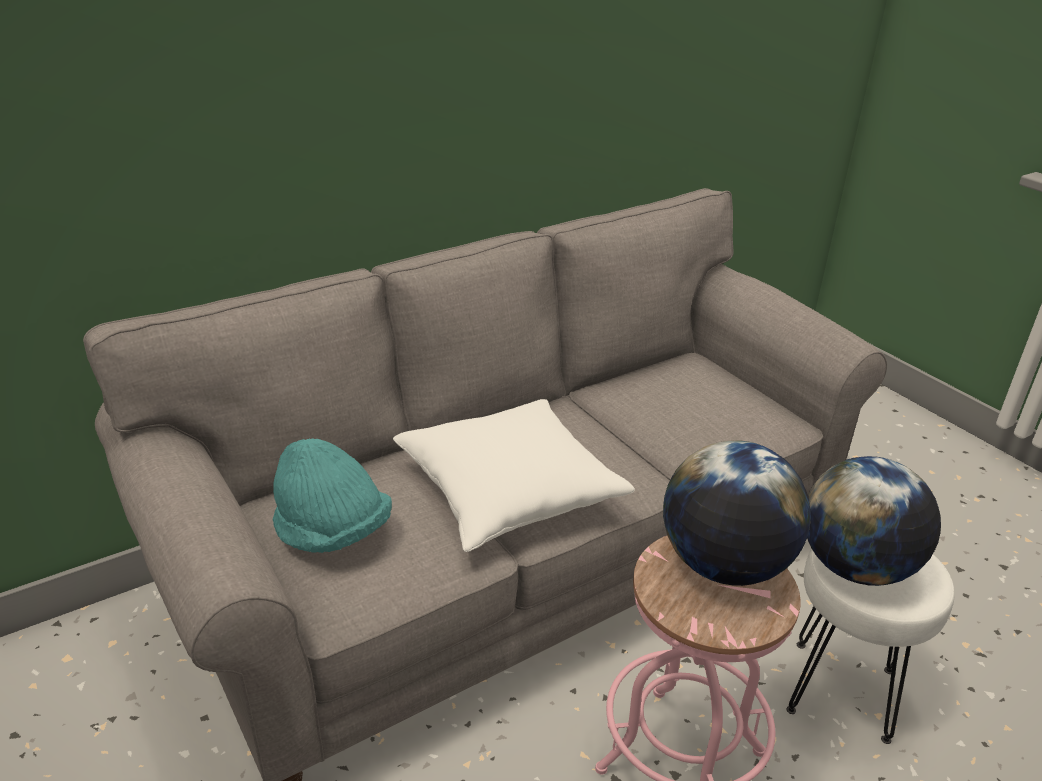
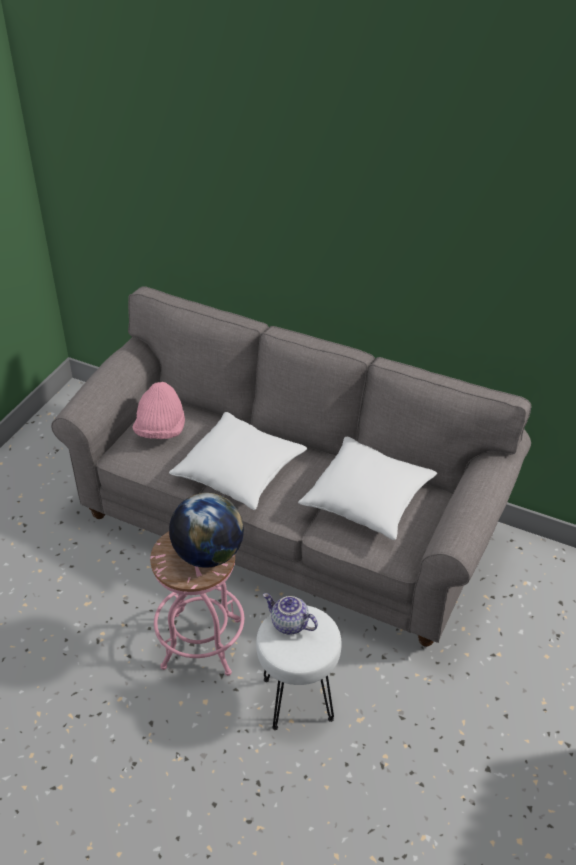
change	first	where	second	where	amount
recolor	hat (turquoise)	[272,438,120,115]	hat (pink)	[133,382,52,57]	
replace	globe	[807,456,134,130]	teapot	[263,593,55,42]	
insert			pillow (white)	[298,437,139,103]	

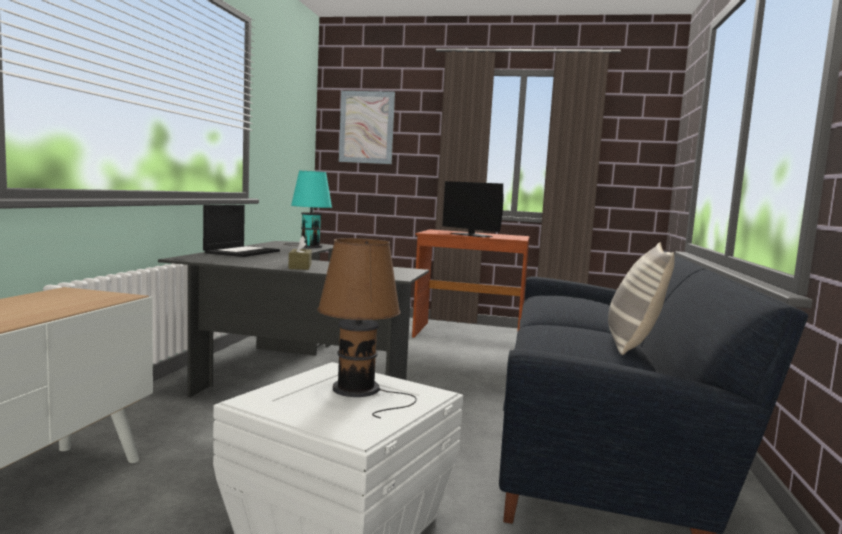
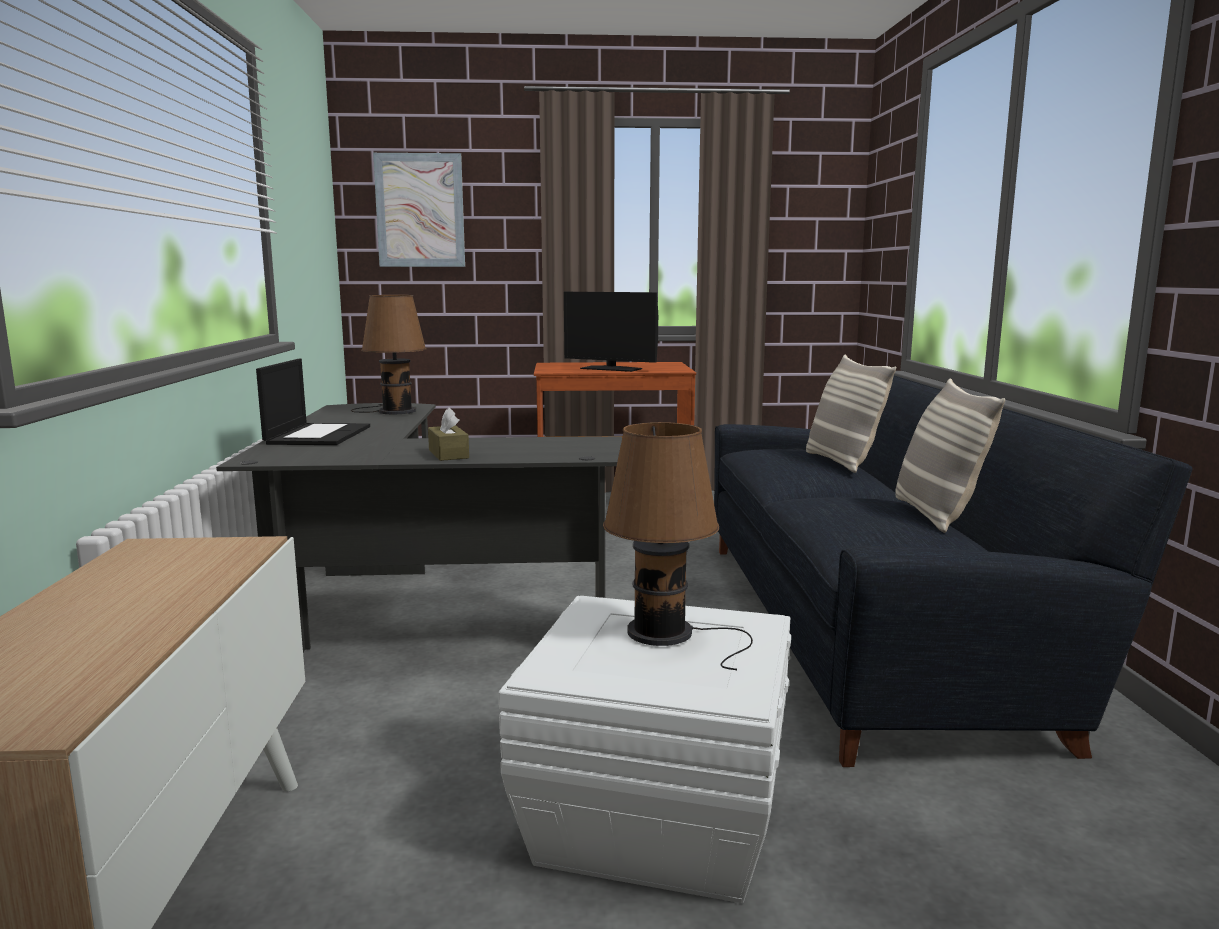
change	first	where	second	where	amount
recolor	table lamp (turquoise)	[284,171,48,77]	table lamp (brown)	[351,295,75,119]	
insert			pillow	[806,355,90,118]	

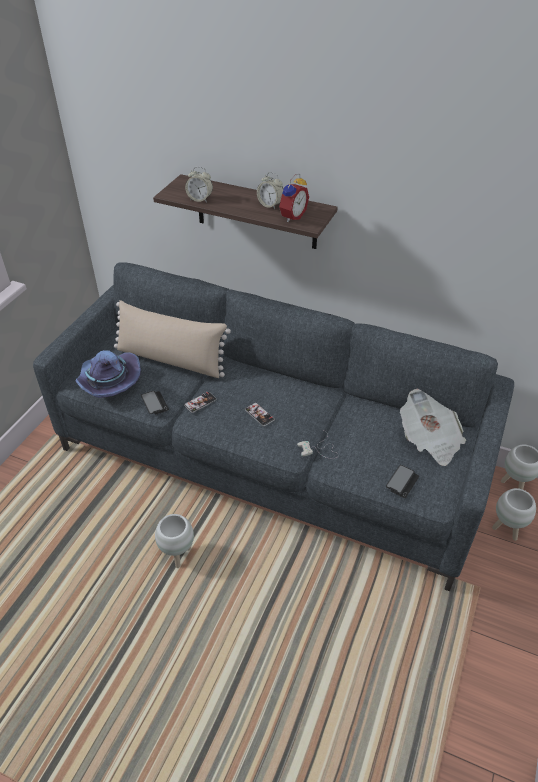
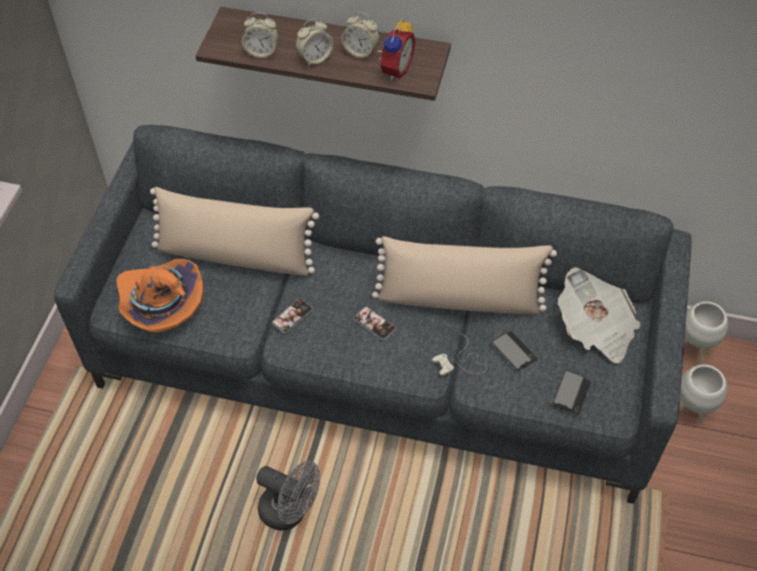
change	first	where	second	where	amount
recolor	hat (purple)	[75,350,66,48]	hat (orange)	[116,259,88,74]	
move	phone	[141,391,28,23]		[492,332,45,38]	
replace	planter (white)	[155,514,39,54]	fan (grey)	[256,461,64,70]	
insert			alarm clock	[295,18,39,49]	
insert			pillow (beige)	[372,236,185,78]	

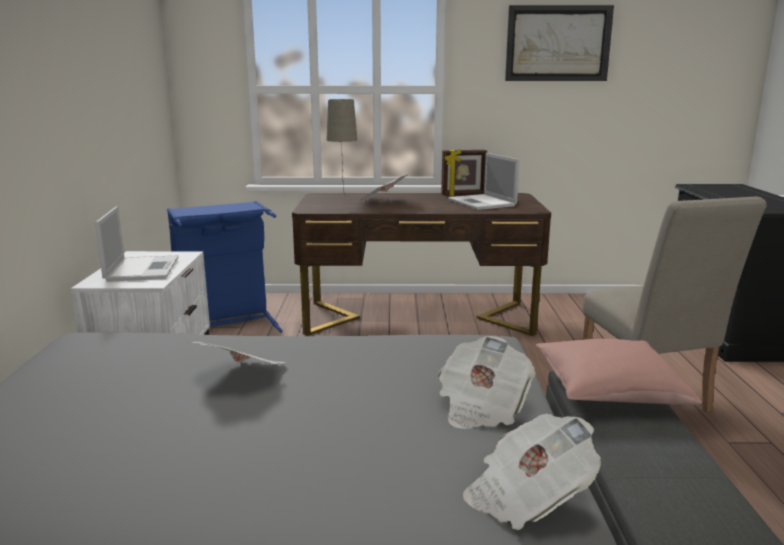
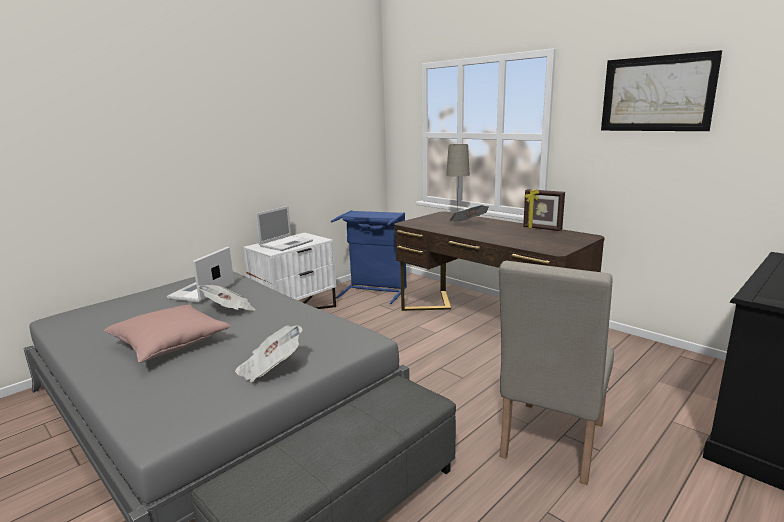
change	first	where	second	where	amount
move	laptop	[448,153,72,57]		[167,247,67,55]	
move	pillow (pink)	[536,339,166,66]		[104,305,126,58]	
delete	newspaper	[463,414,138,116]			

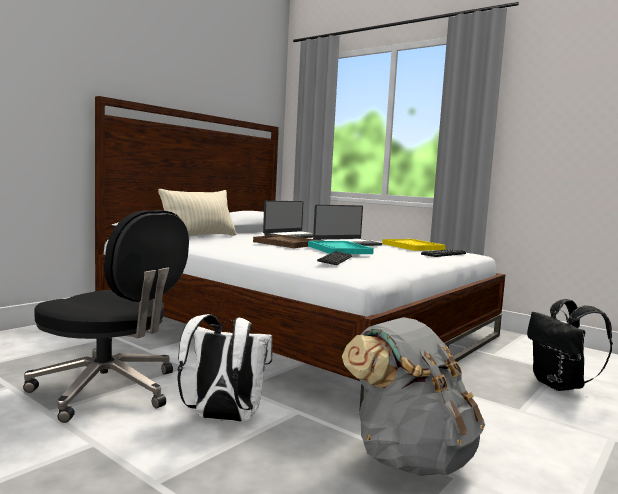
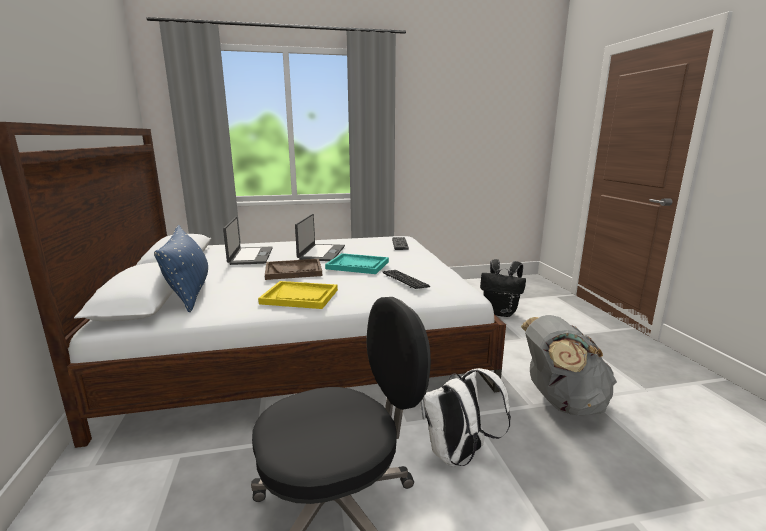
change	first	where	second	where	amount
recolor	pillow (beige)	[158,189,79,47]	pillow (blue)	[154,225,54,87]	
move	tray (yellow)	[382,239,64,12]		[258,281,80,28]	

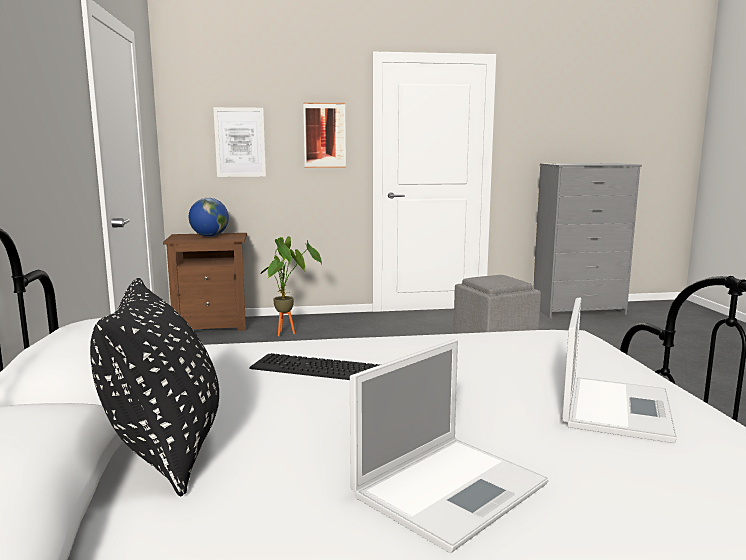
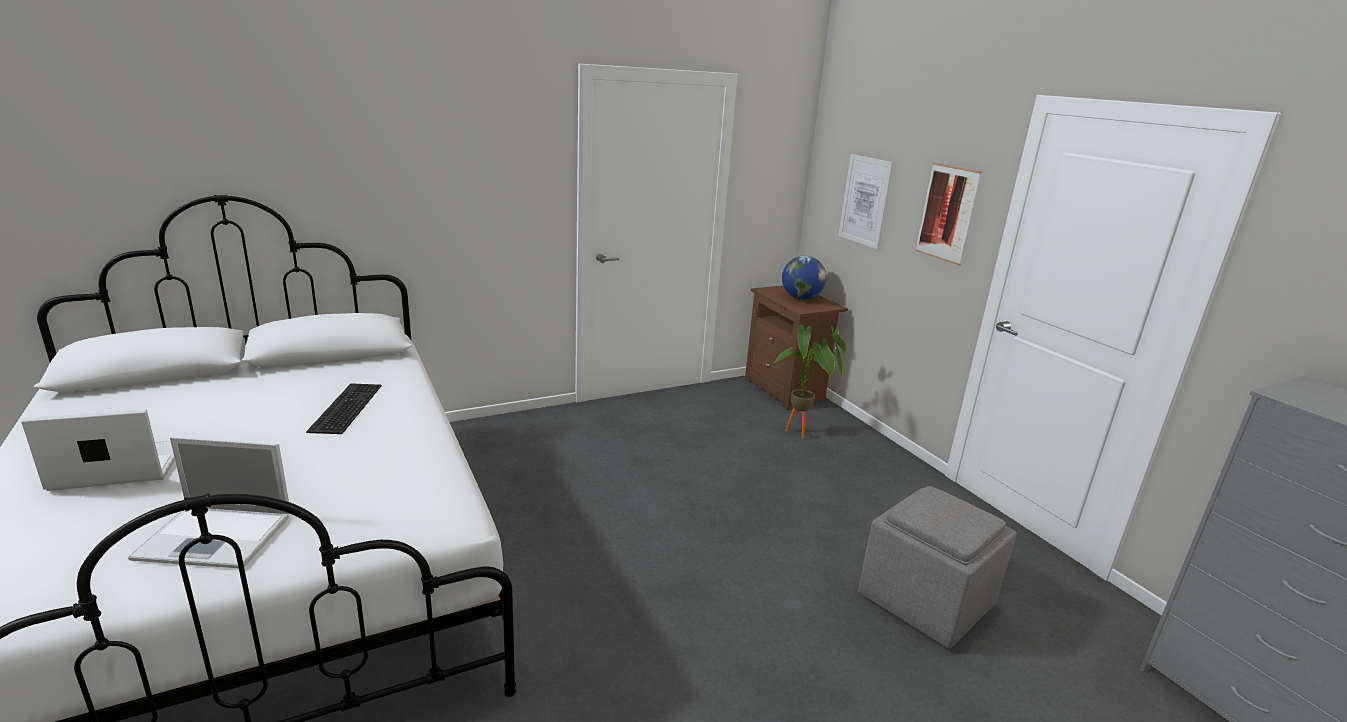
change	first	where	second	where	amount
delete	pillow (black)	[90,278,129,218]			
rotate	laptop	[350,339,199,214]		[21,409,154,82]	135 degrees clockwise

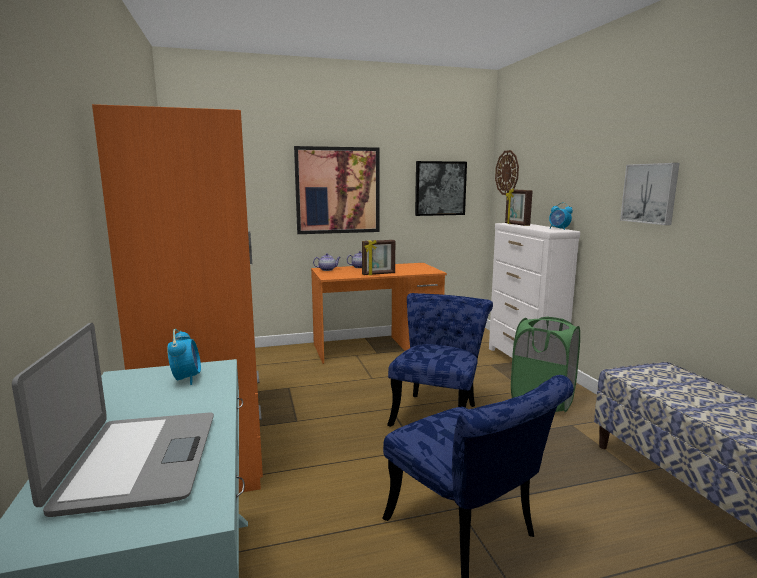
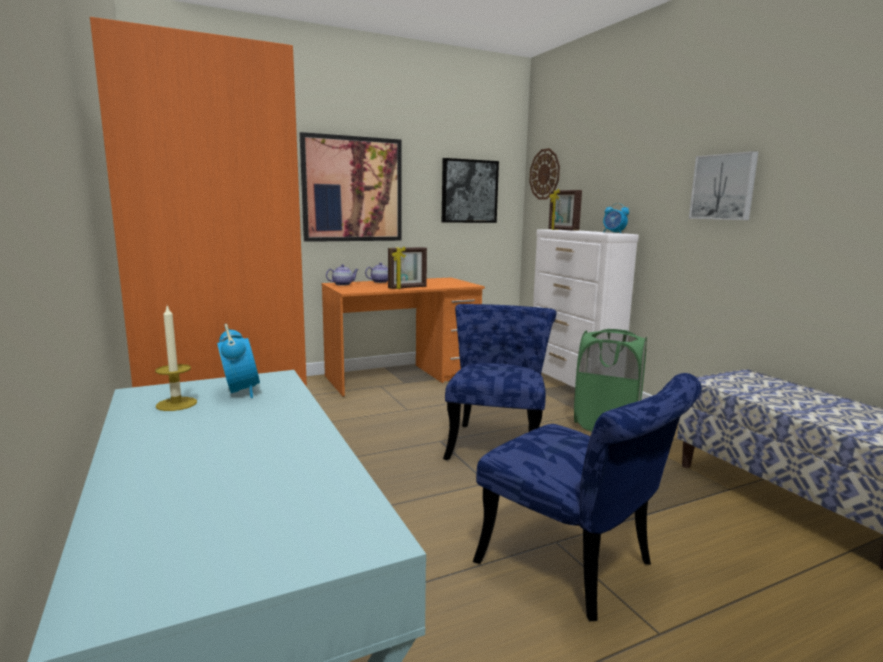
change	first	where	second	where	amount
delete	laptop	[12,323,202,194]			
insert			candle	[155,306,42,105]	

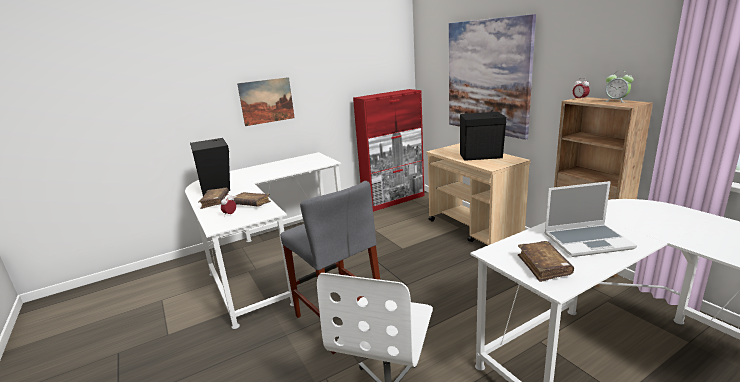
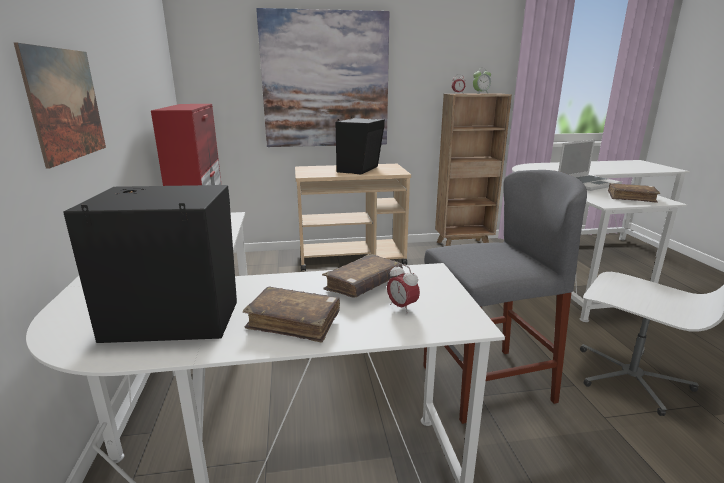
change	first	where	second	where	amount
rotate	laptop	[544,181,93,76]		[558,140,64,51]	45 degrees clockwise

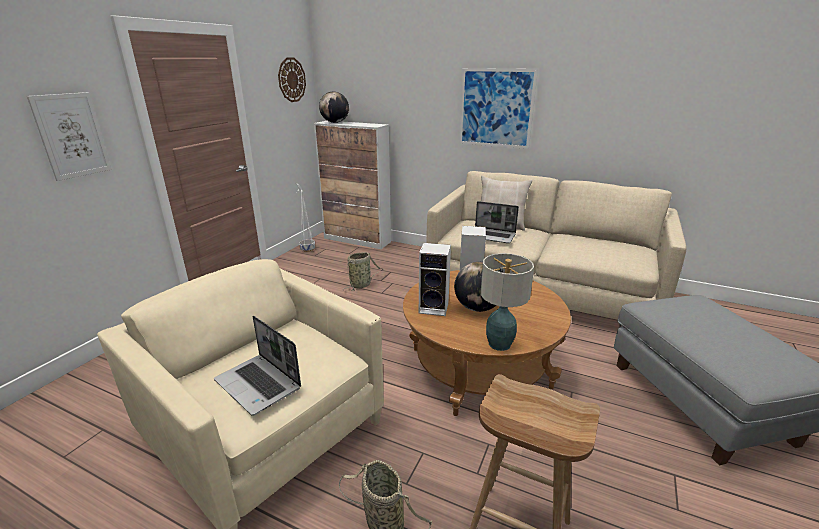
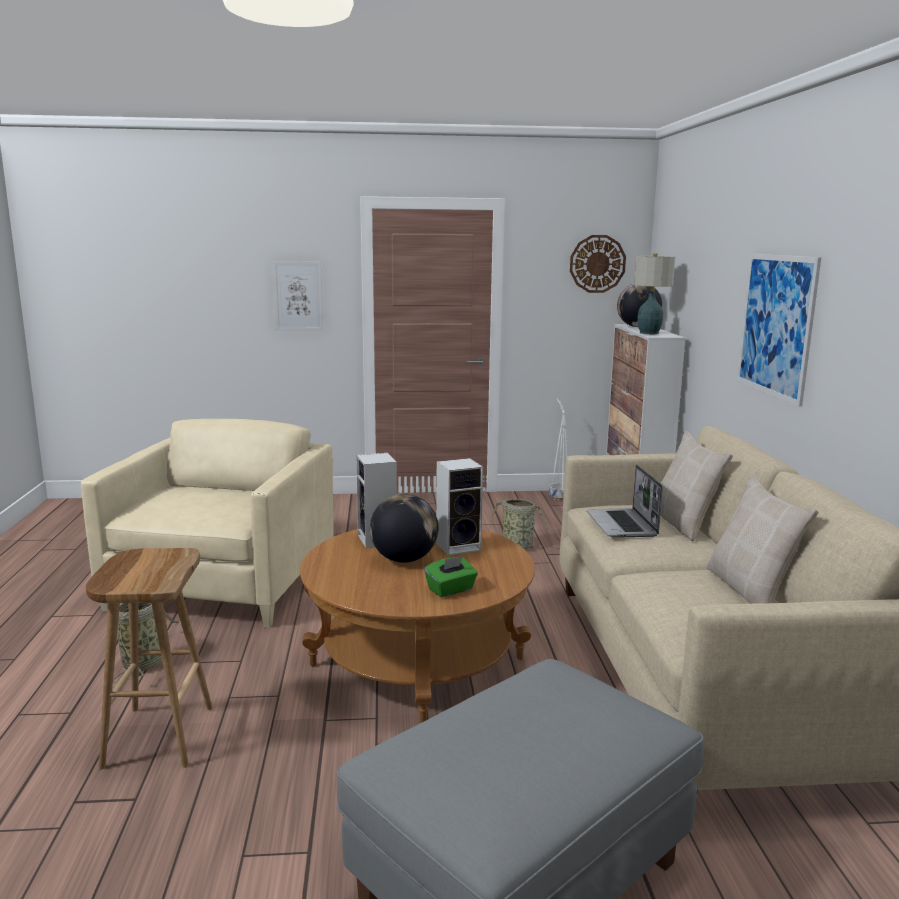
change	first	where	second	where	amount
move	table lamp	[481,253,53,98]		[633,253,42,81]	
delete	laptop	[214,315,87,101]			
insert			pillow (beige)	[706,475,113,129]	
insert			tissue box (green)	[424,556,54,41]	

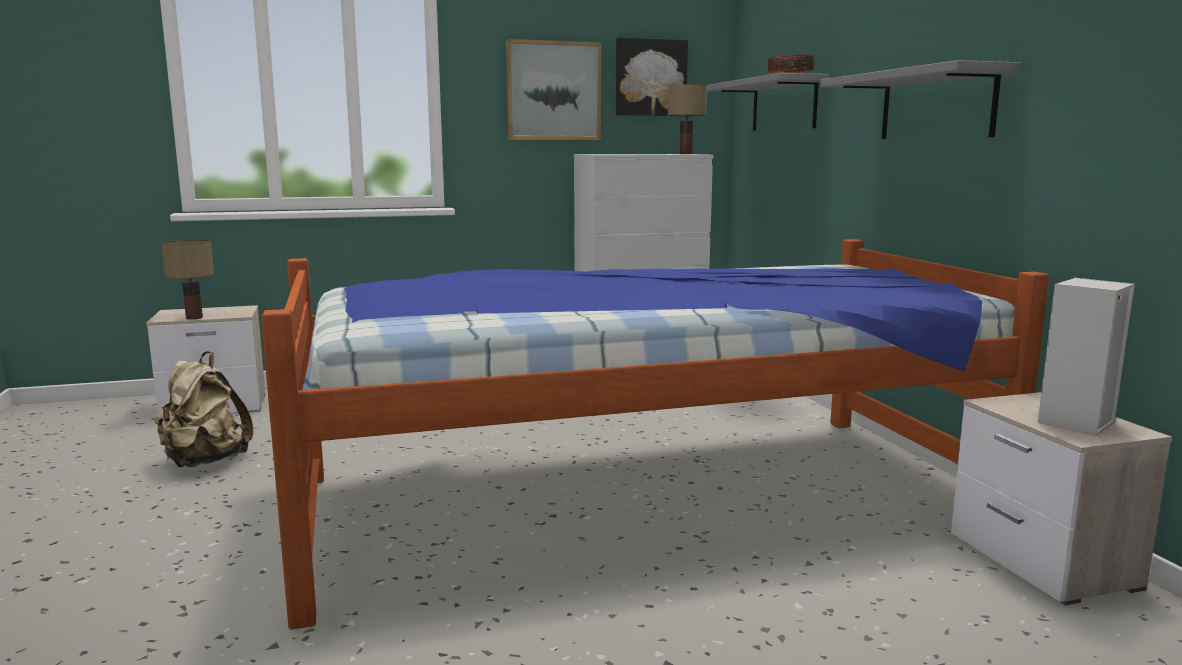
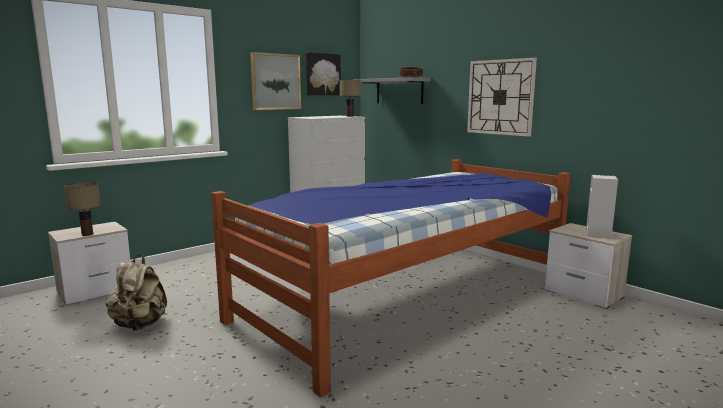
change	first	where	second	where	amount
replace	shelf (grey)	[821,60,201,79]	wall clock	[467,58,70,79]	

